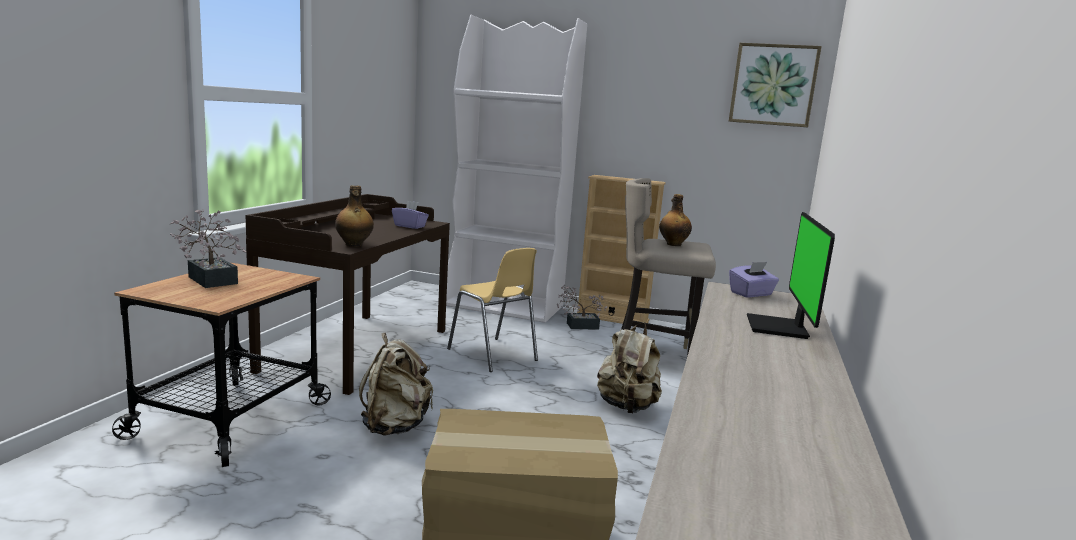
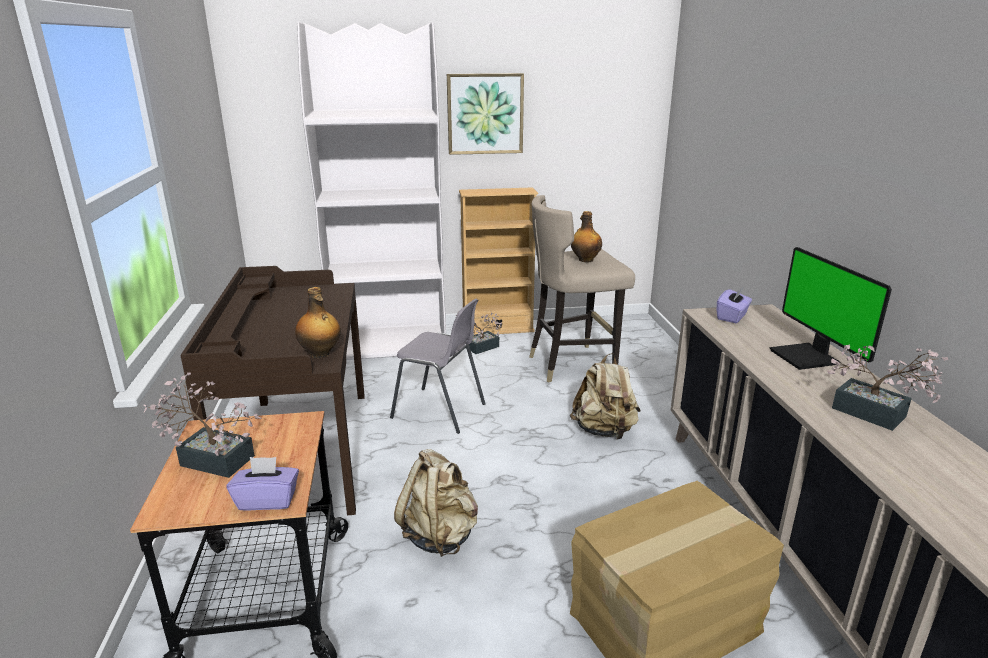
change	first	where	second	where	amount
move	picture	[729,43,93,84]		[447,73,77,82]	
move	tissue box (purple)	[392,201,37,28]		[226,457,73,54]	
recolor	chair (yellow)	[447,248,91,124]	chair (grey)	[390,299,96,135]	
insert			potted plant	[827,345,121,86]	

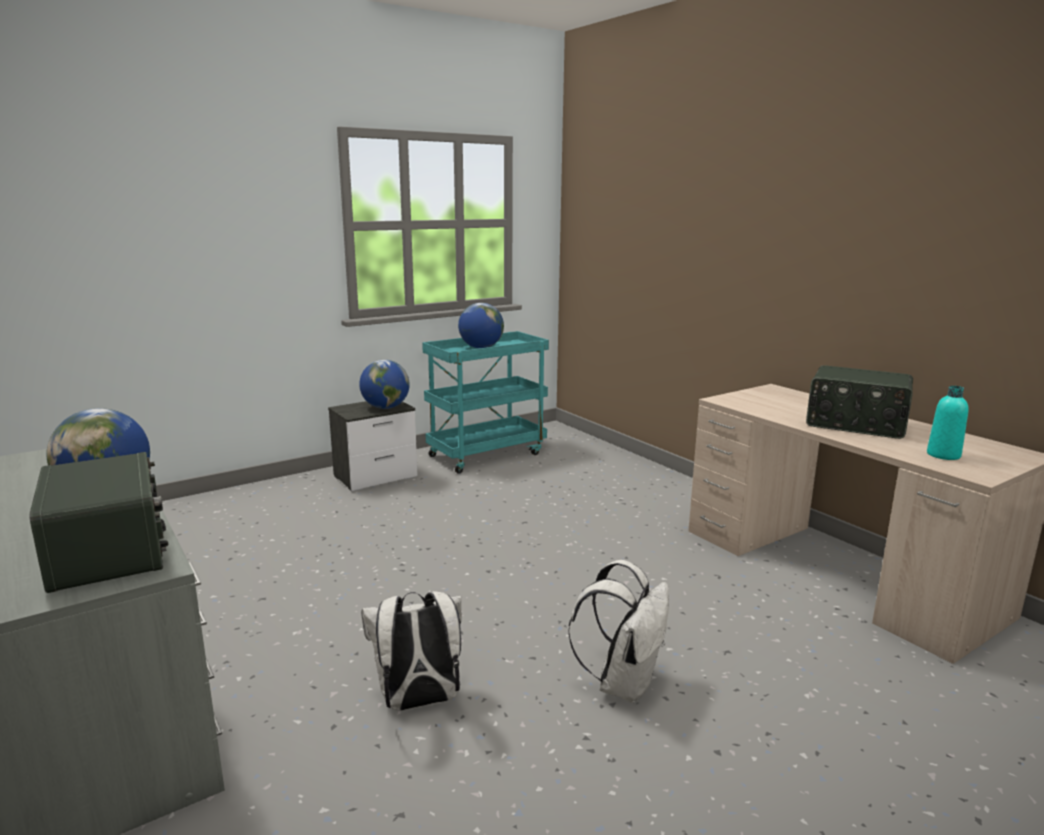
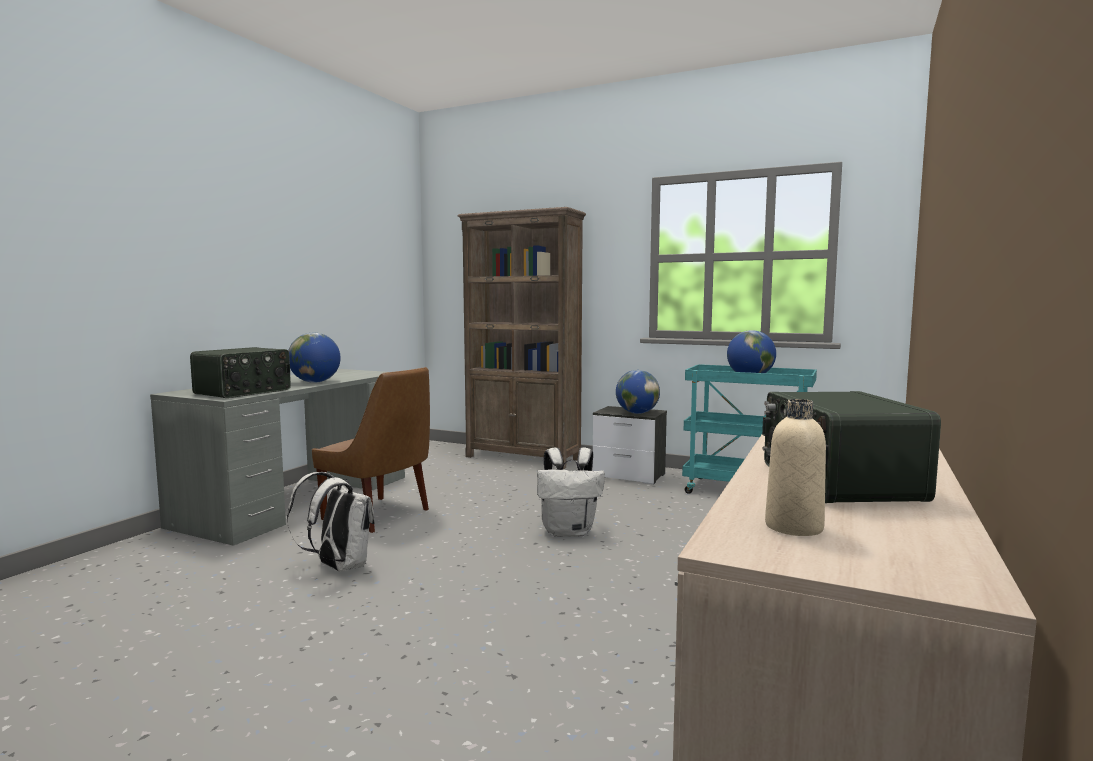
change	first	where	second	where	amount
recolor	bottle (turquoise)	[927,386,41,74]	bottle (beige)	[765,399,61,137]	
move	backpack (white)	[568,560,101,143]		[537,447,68,90]	
insert			bookcase (brown)	[458,207,128,262]	
insert			chair (brown)	[312,367,118,166]	

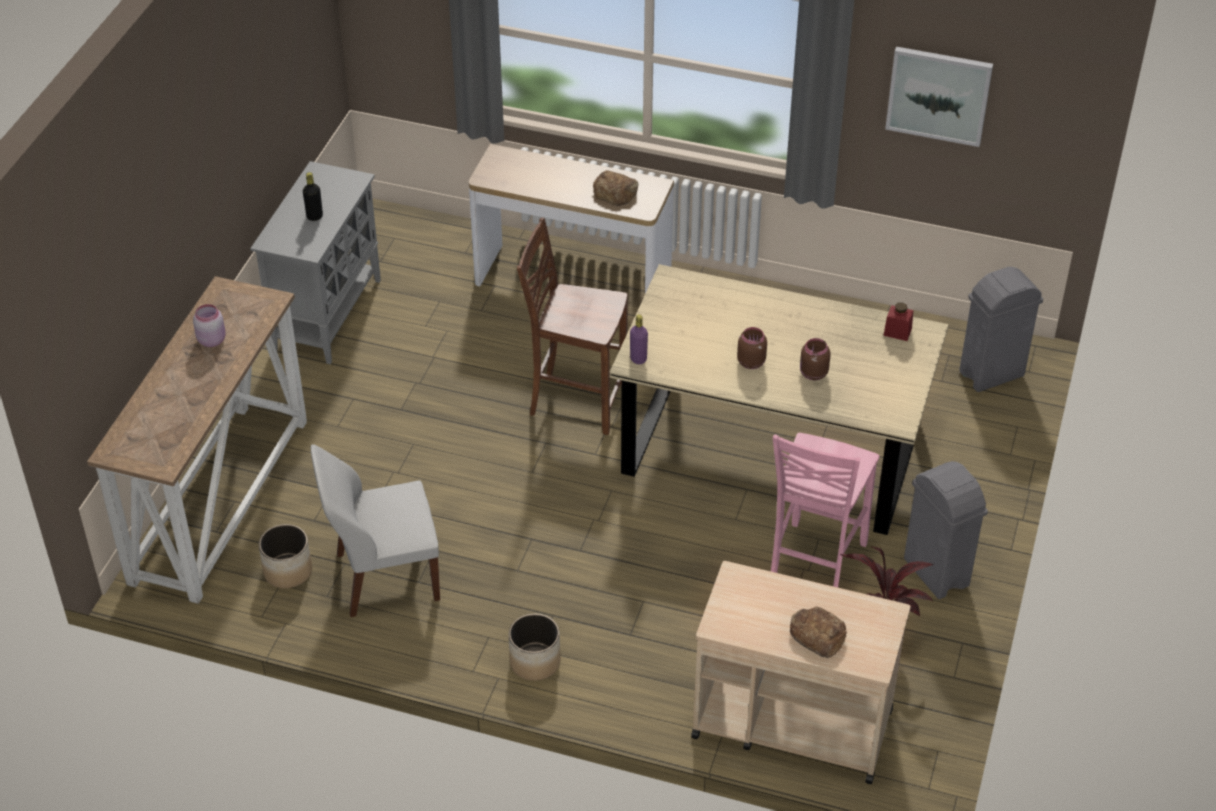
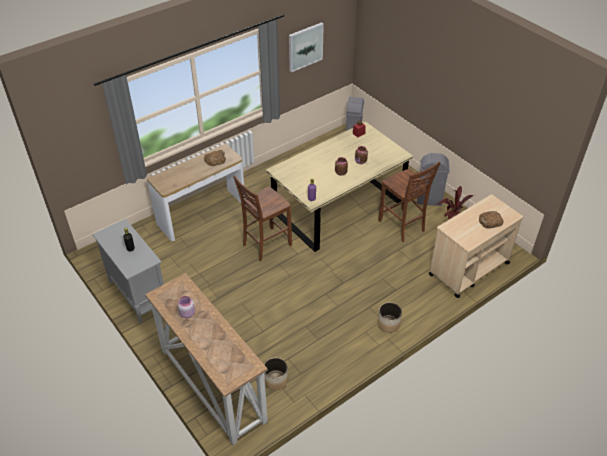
change	first	where	second	where	amount
recolor	chair (pink)	[771,433,108,154]	chair (brown)	[378,162,62,80]	
delete	chair (white)	[311,444,129,173]			

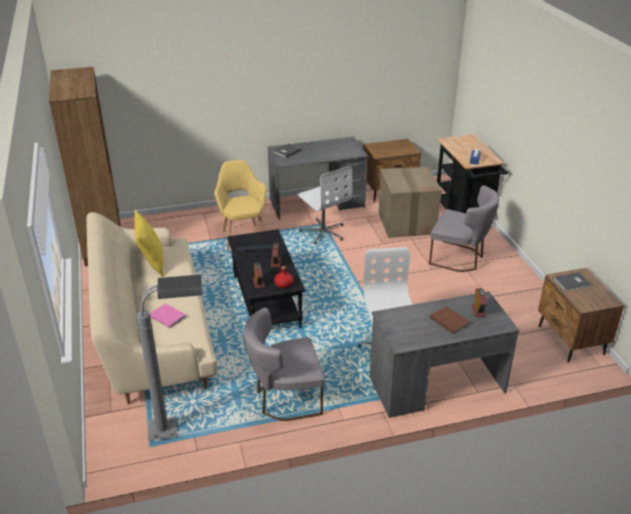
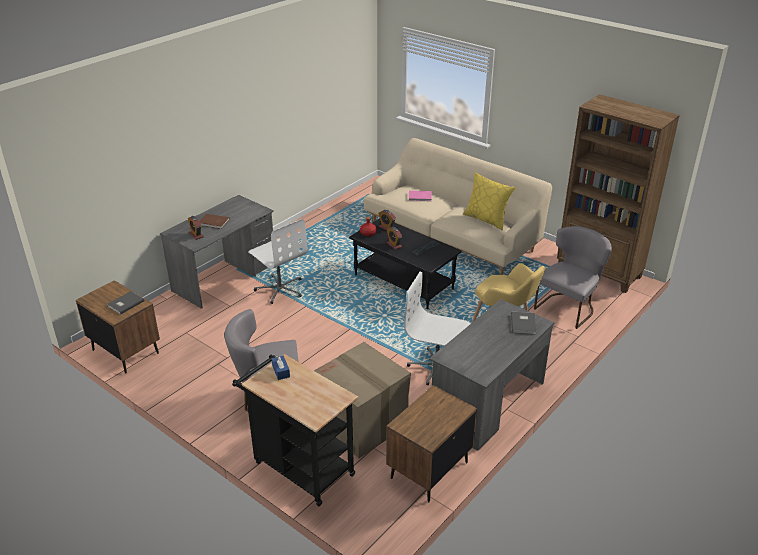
change	first	where	second	where	amount
delete	floor lamp (grey)	[137,274,66,166]			
move	chair (grey)	[243,308,82,113]		[534,226,78,103]	

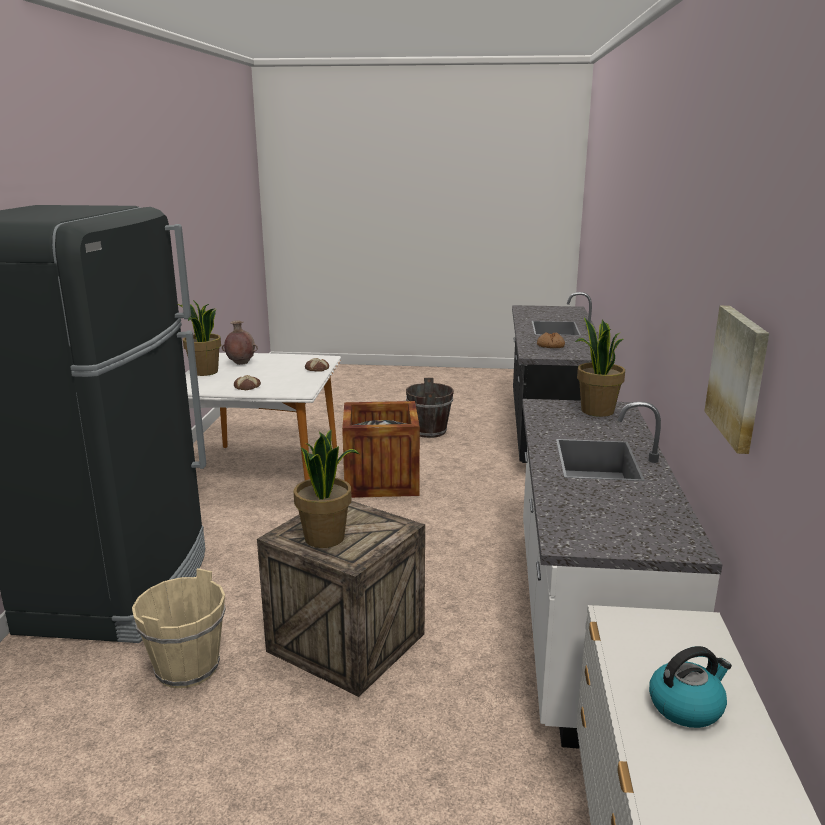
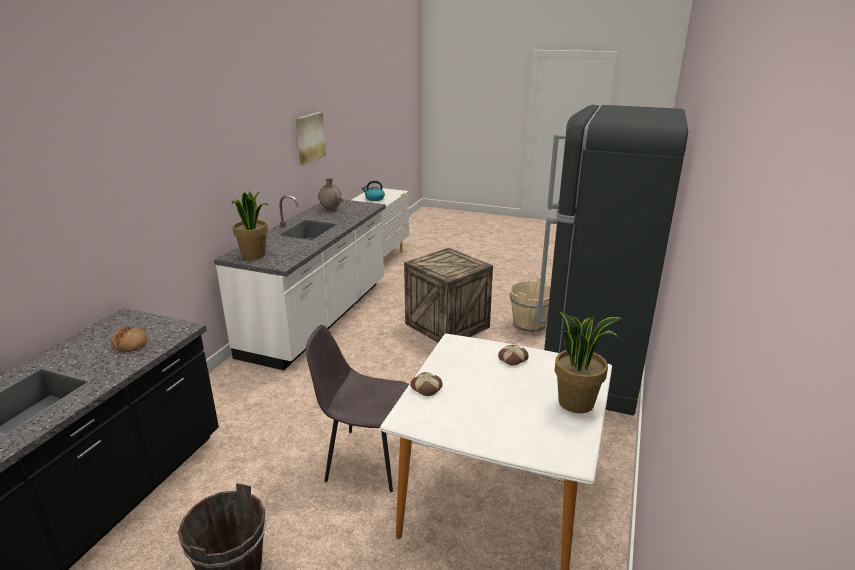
change	first	where	second	where	amount
move	vase (brown)	[222,321,36,44]		[318,177,25,34]	
replace	crate	[342,401,78,97]	chair (grey)	[306,325,103,167]	
delete	potted plant	[294,430,65,118]			

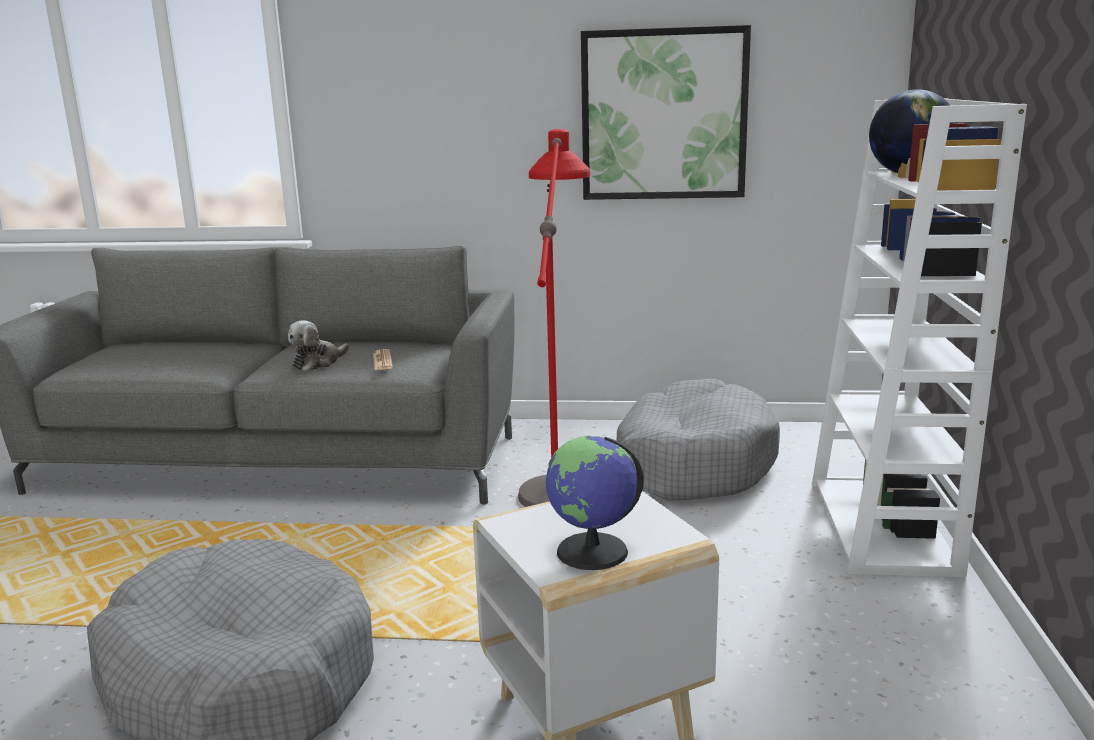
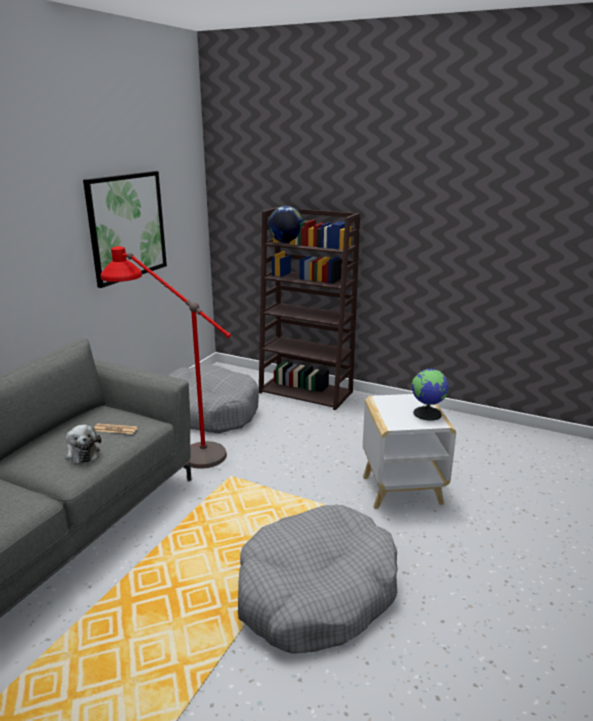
change	first	where	second	where	amount
recolor	bookcase (white)	[812,98,215,479]	bookcase (brown)	[259,207,101,203]	

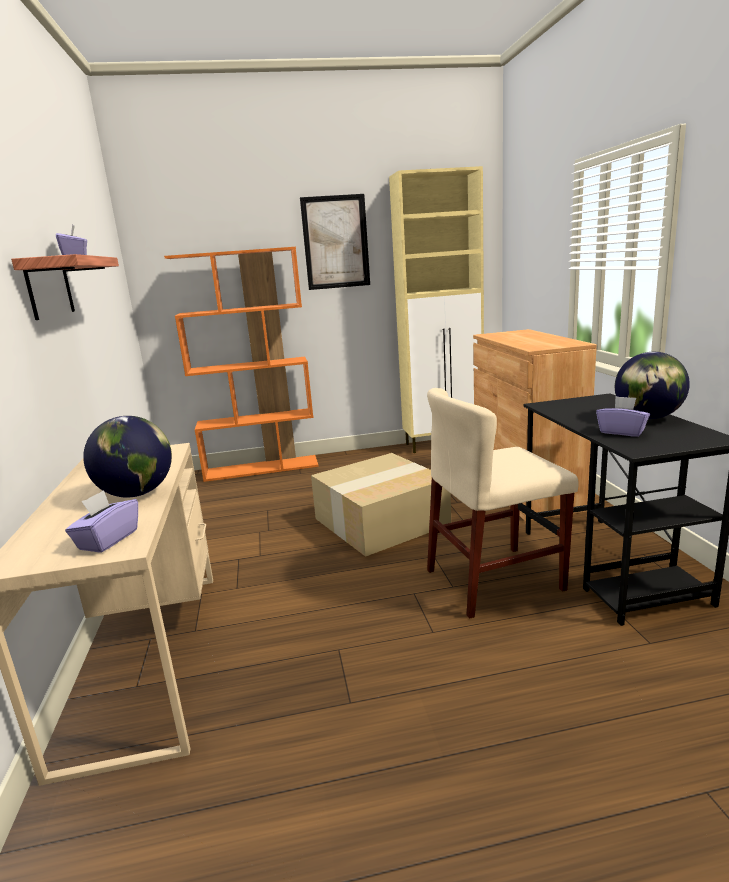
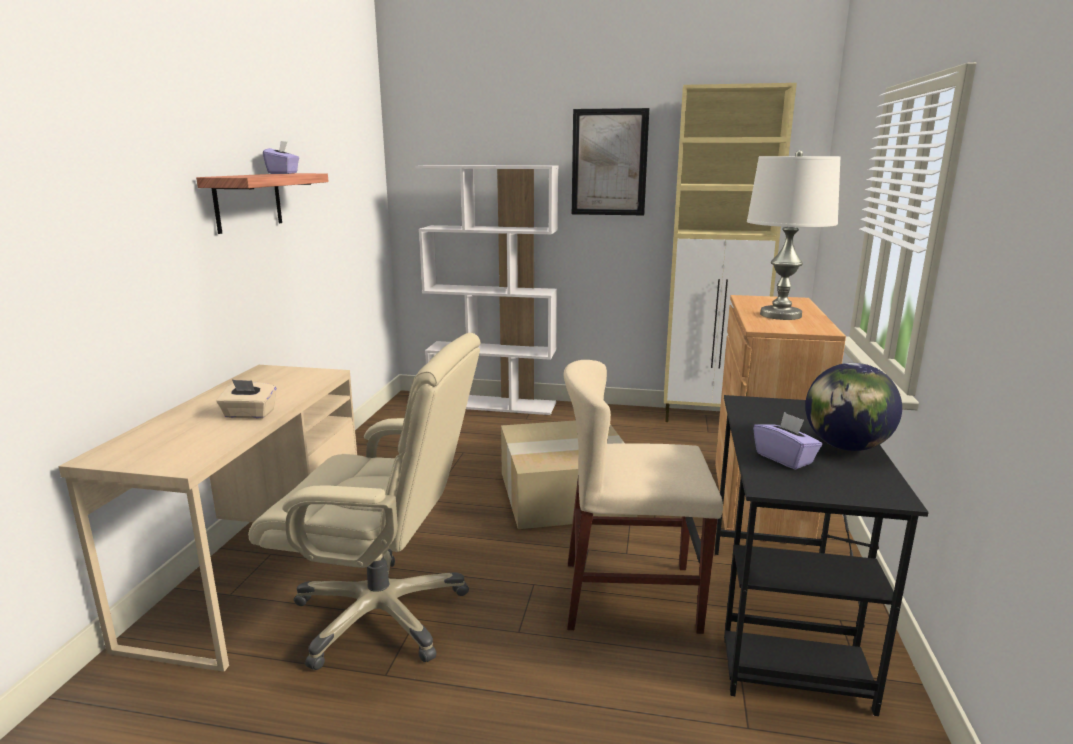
change	first	where	second	where	amount
recolor	bookcase (orange)	[164,247,155,235]	bookcase (white)	[415,165,143,250]	
replace	globe	[83,416,89,82]	tissue box (beige)	[216,380,61,39]	
delete	tissue box (purple)	[65,490,73,63]			
insert			table lamp (white)	[747,150,94,170]	
insert			office chair (beige)	[248,333,232,337]	

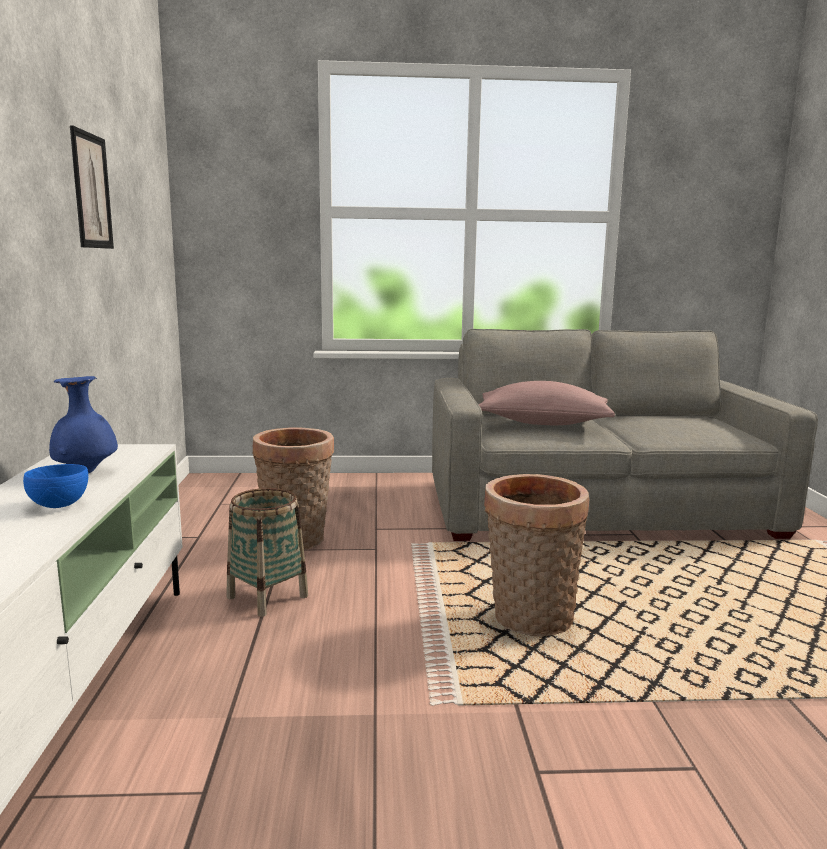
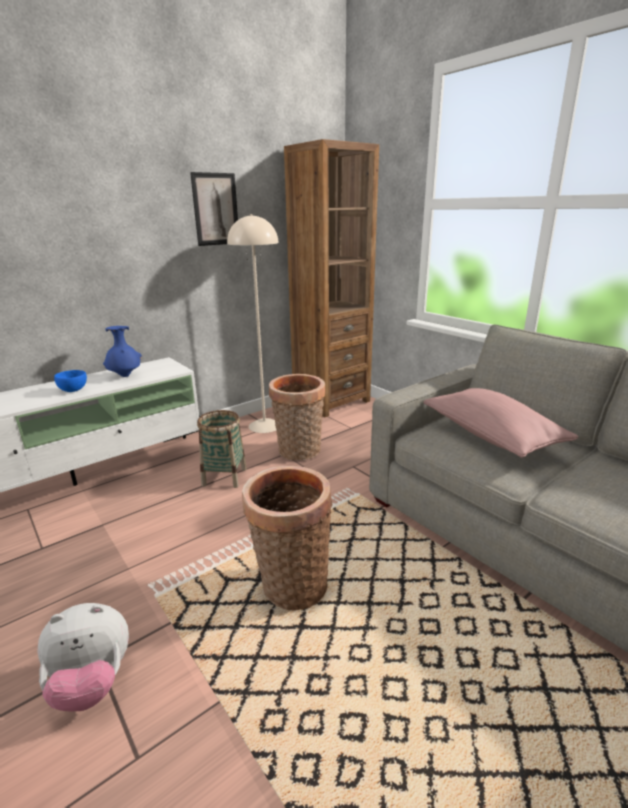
change	first	where	second	where	amount
insert			bookcase (brown)	[284,139,95,278]	
insert			floor lamp (beige)	[227,214,52,219]	
insert			plush toy	[37,603,92,109]	

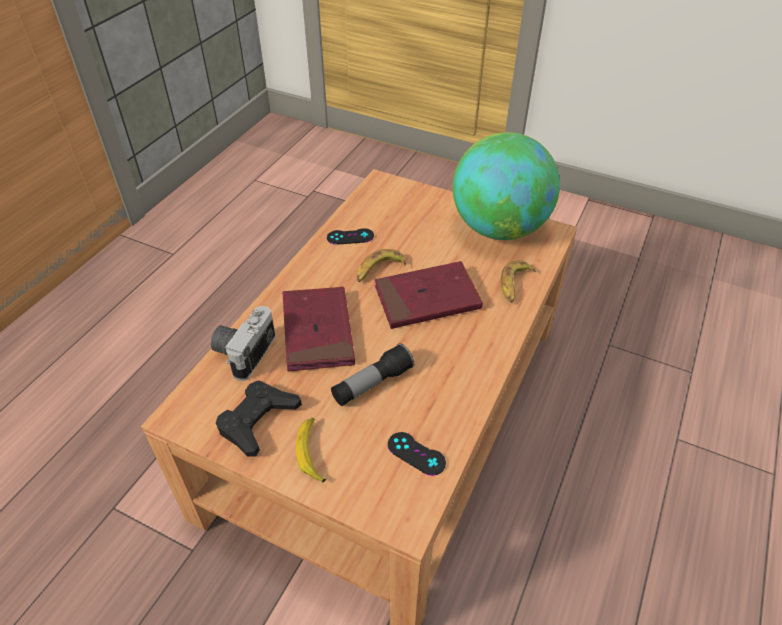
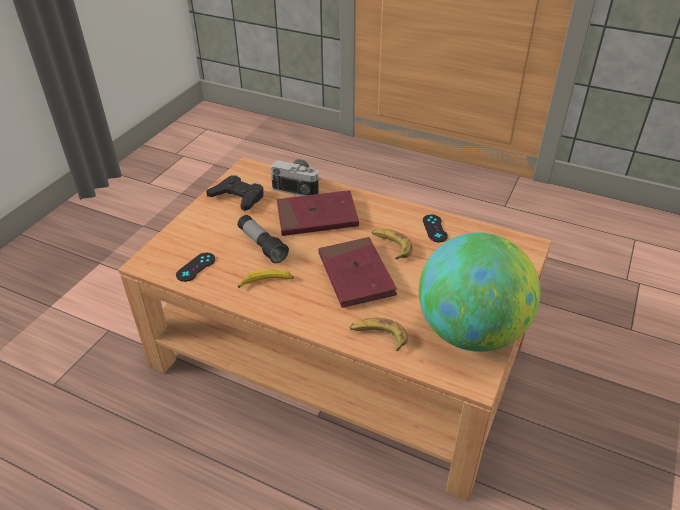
change	first	where	second	where	amount
move	banana	[296,418,30,65]		[238,269,56,19]	

